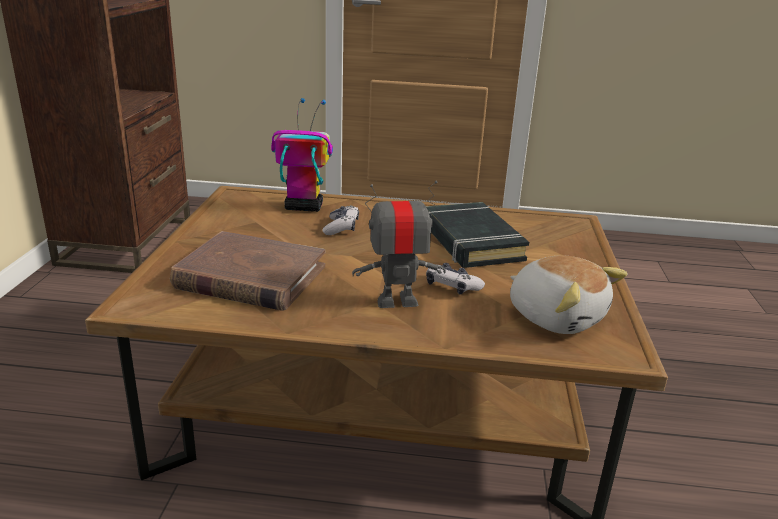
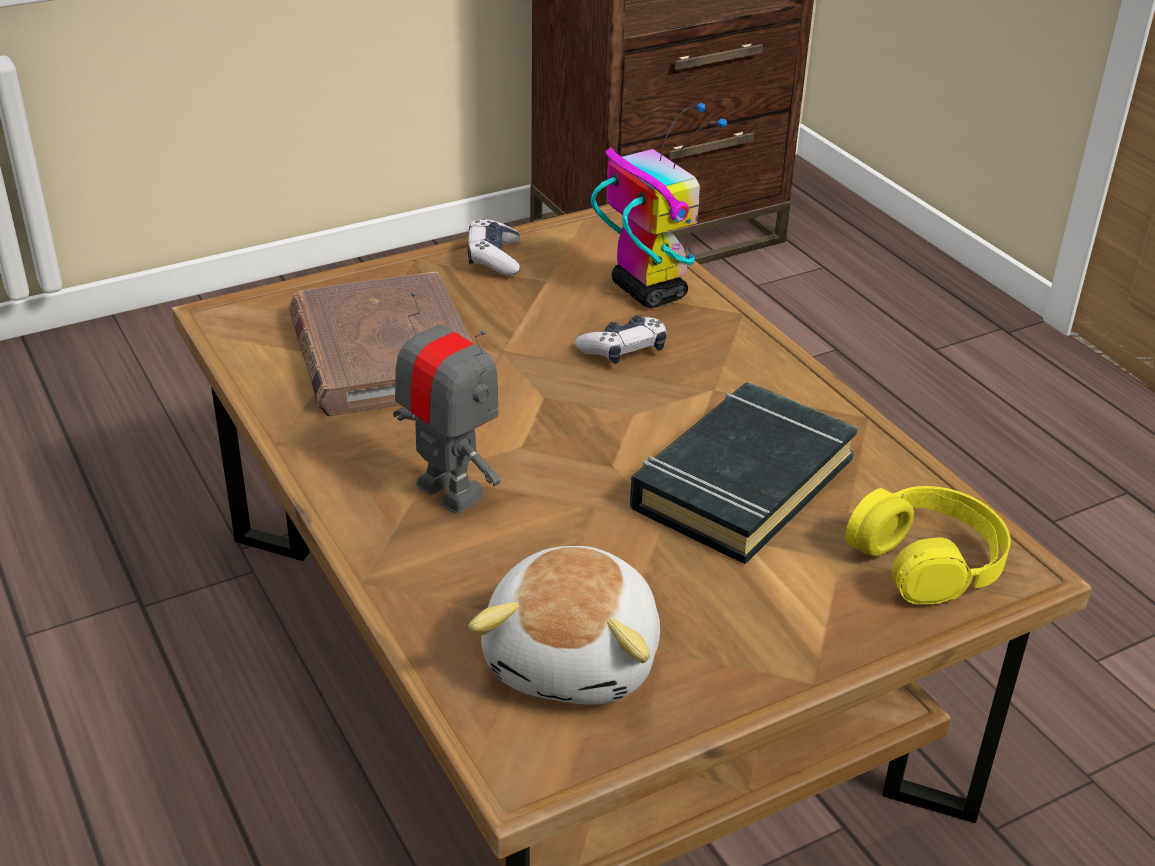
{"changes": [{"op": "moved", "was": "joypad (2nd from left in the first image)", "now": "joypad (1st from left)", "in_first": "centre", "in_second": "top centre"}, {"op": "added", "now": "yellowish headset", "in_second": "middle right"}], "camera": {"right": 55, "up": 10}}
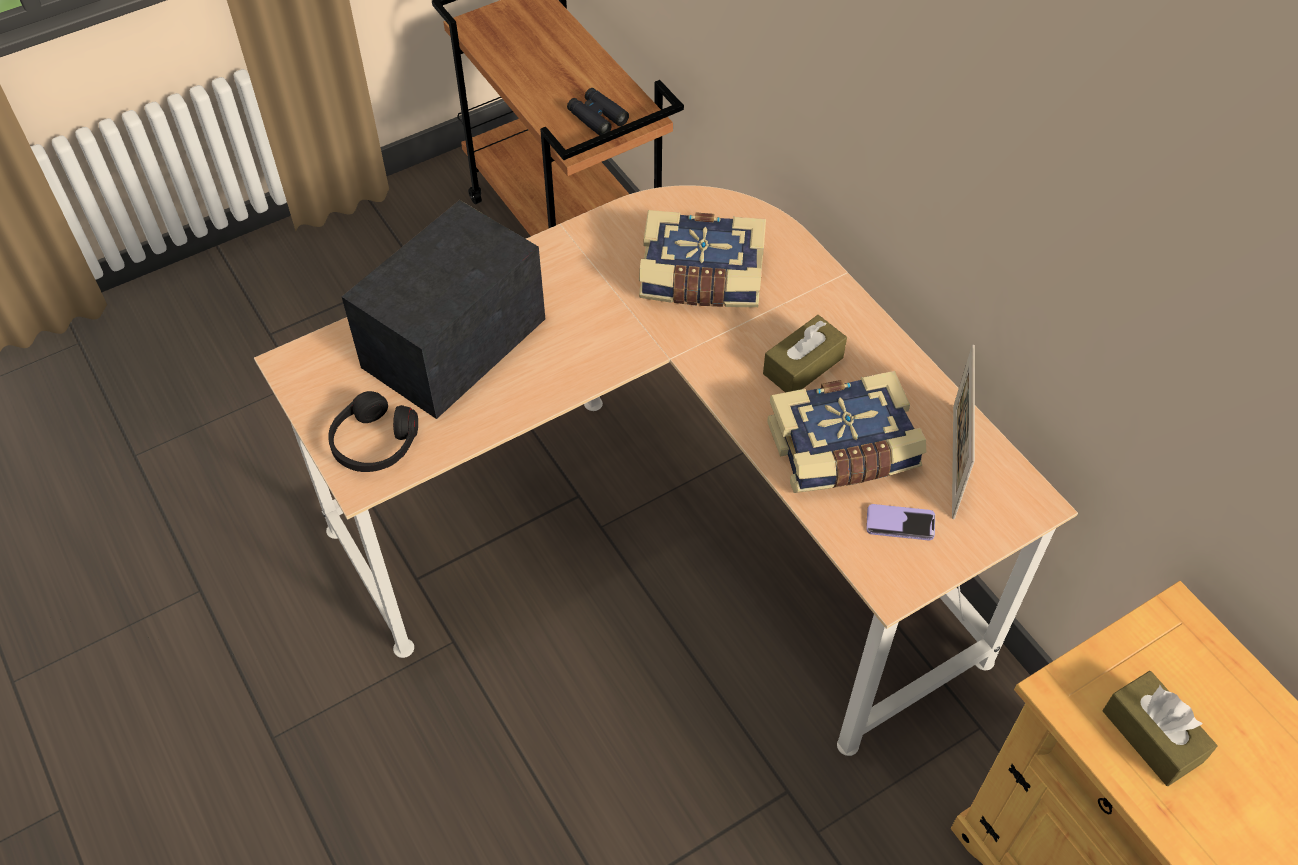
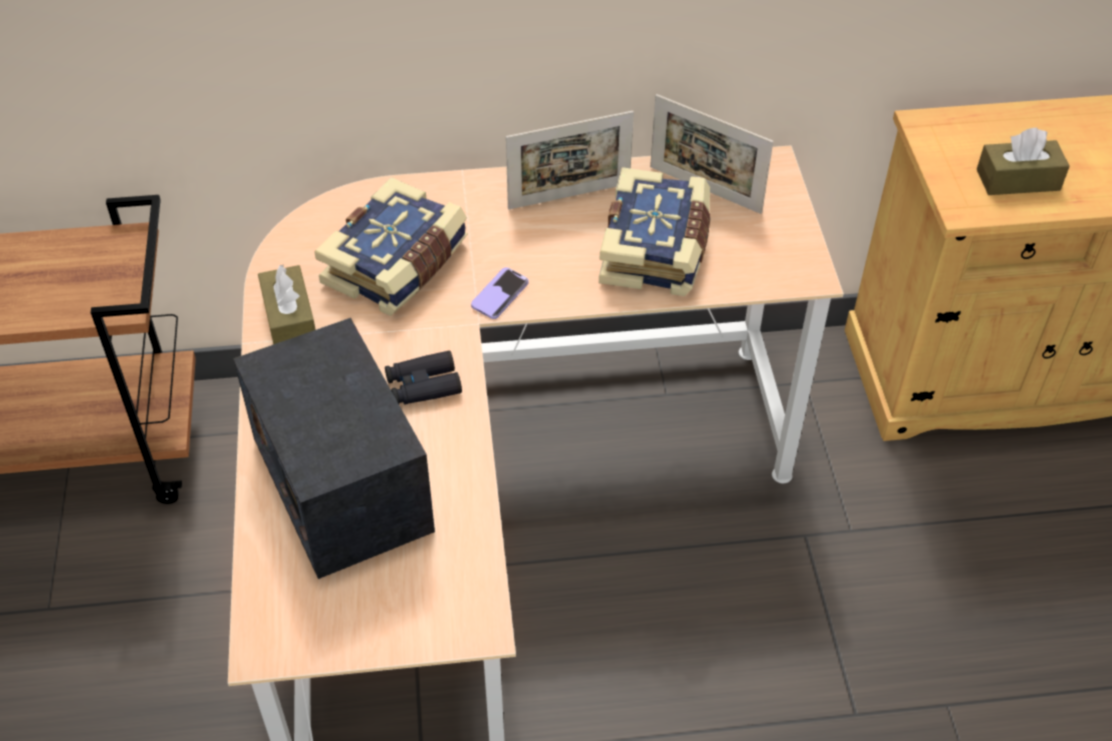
{"changes": [{"op": "removed", "was": "black-coloured headset", "in_first": "middle left"}, {"op": "moved", "was": "black-coloured pair of binoculars", "in_first": "top centre", "in_second": "centre"}, {"op": "moved", "was": "brownish tissue box (1st from left)", "in_first": "centre", "in_second": "middle left"}, {"op": "moved", "was": "handset", "in_first": "middle right", "in_second": "centre"}, {"op": "added", "now": "picture frame (1st from left)", "in_second": "top centre"}], "camera": {"right": -65, "up": -5}}
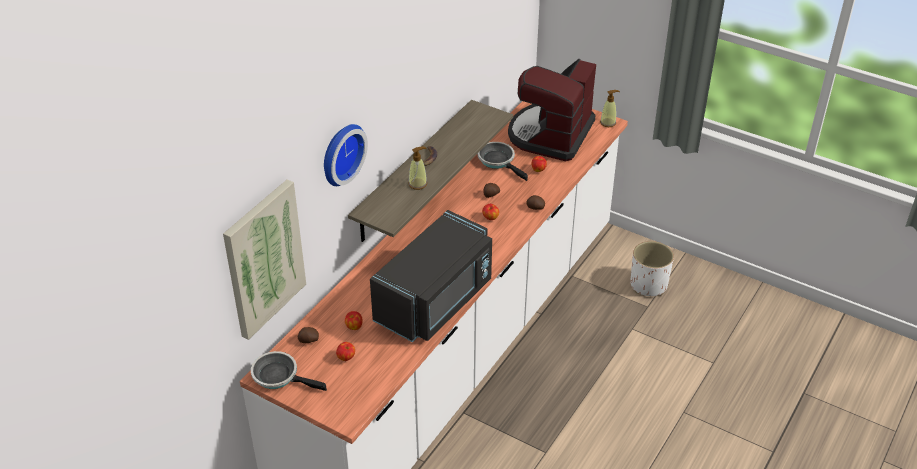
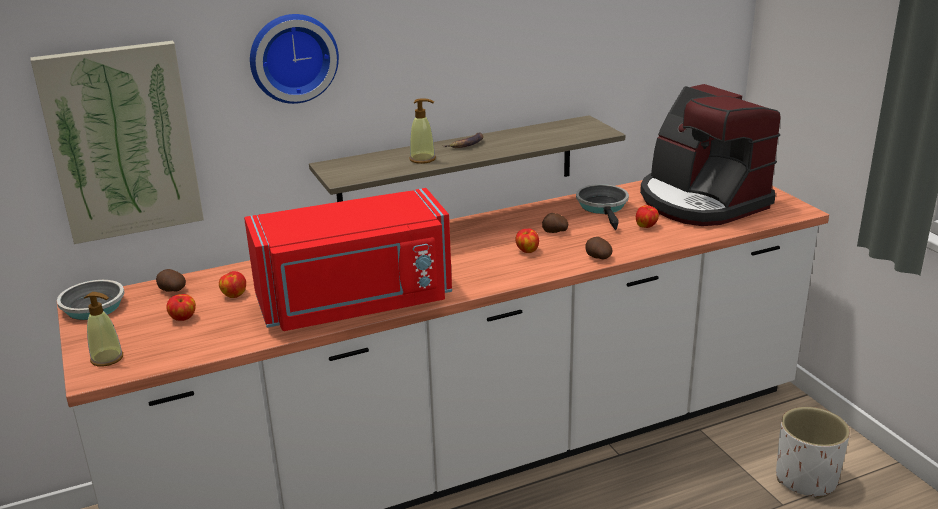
{"changes": [{"op": "recoloured", "was": "black-coloured kitchen microwave", "now": "red kitchen microwave", "in_first": "centre", "in_second": "centre"}, {"op": "turned", "was": "coffee brewer", "in_first": "top centre", "in_second": "top right", "clockwise": -90}, {"op": "moved", "was": "soap bottle (2nd from left in the first image)", "now": "soap bottle (1st from left)", "in_first": "top centre", "in_second": "middle left"}], "camera": {"right": 35, "up": -15}}
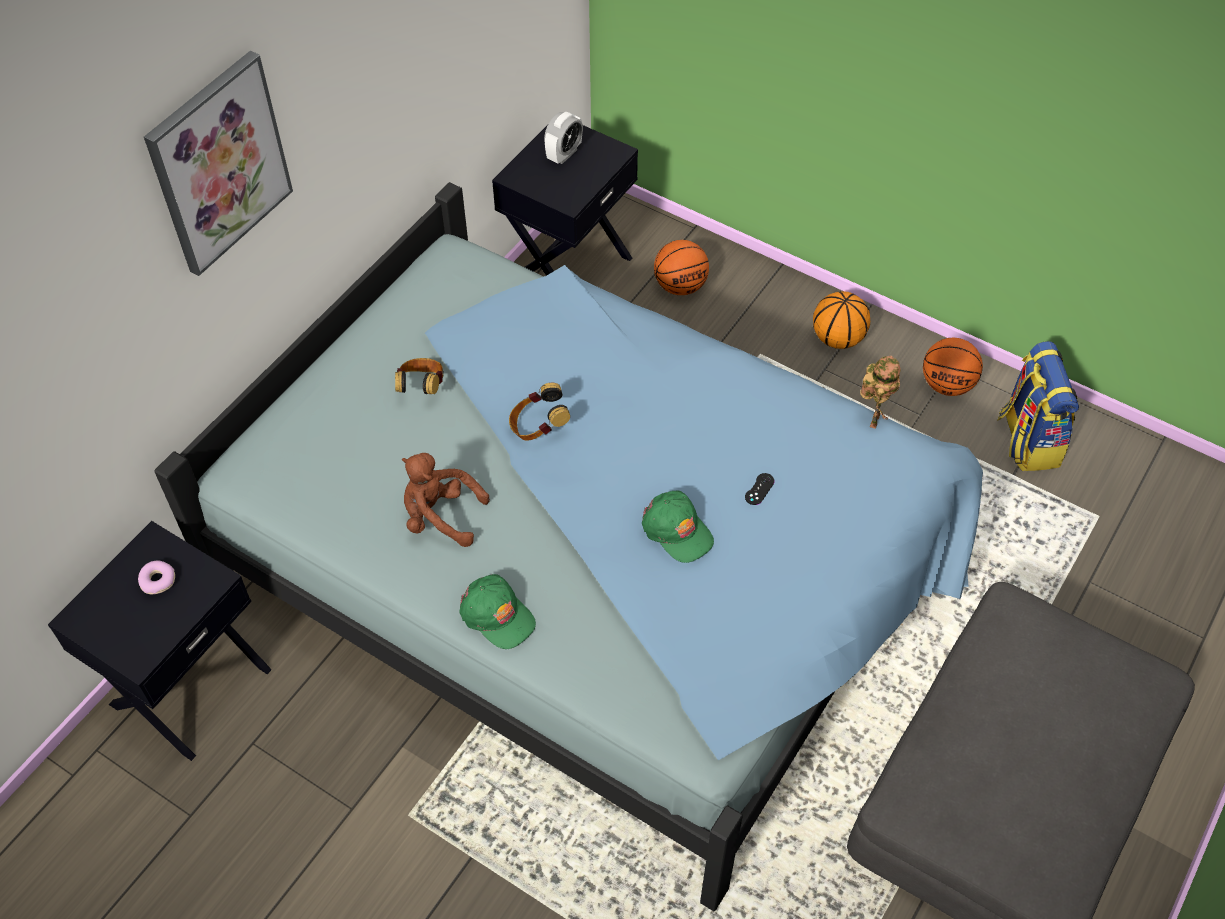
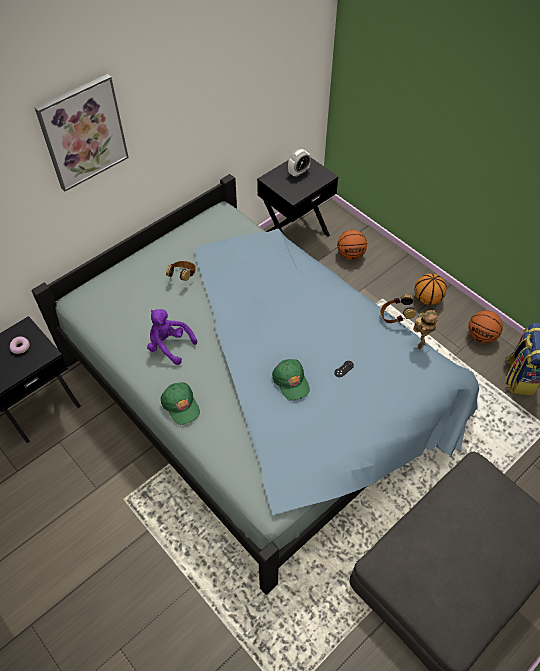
{"changes": [{"op": "recoloured", "was": "brownish cuddly toy", "now": "purple cuddly toy", "in_first": "centre", "in_second": "middle left"}, {"op": "moved", "was": "headset (2nd from left)", "in_first": "centre", "in_second": "middle right"}], "camera": {"right": 15, "up": 0}}
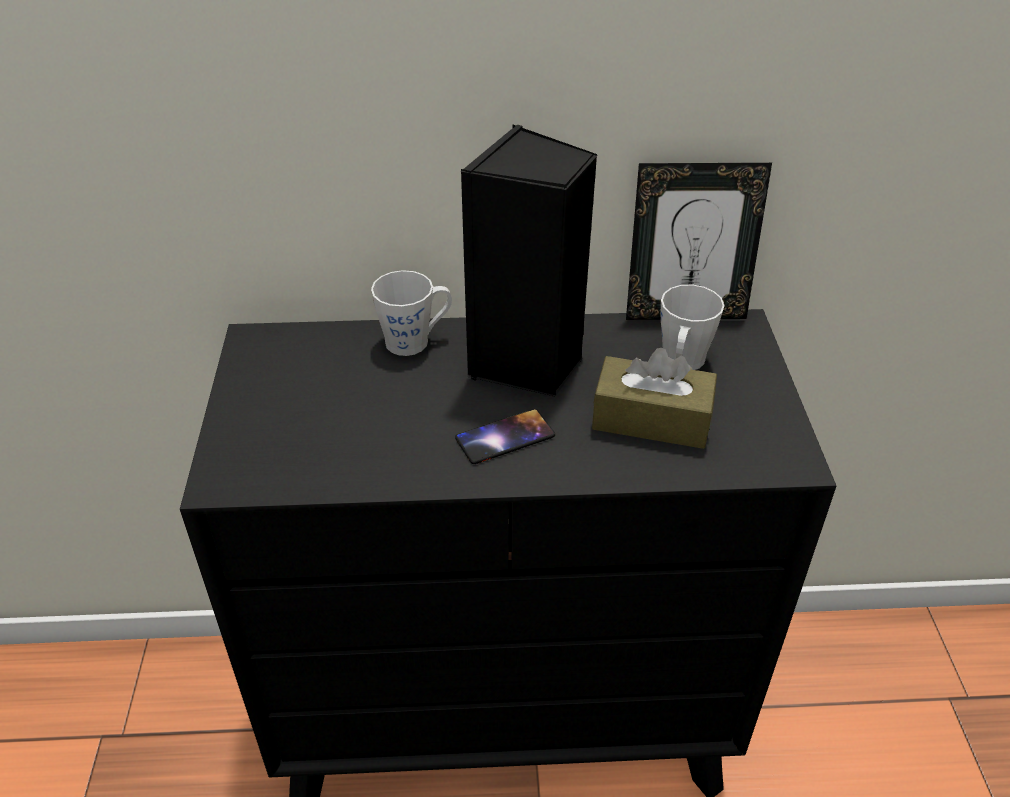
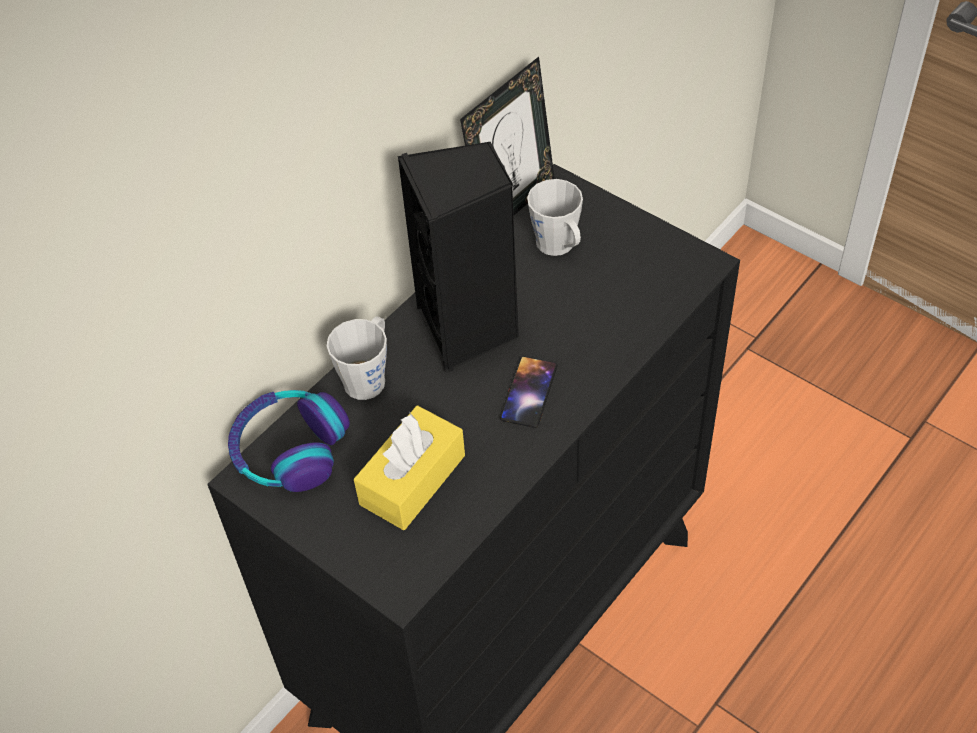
{"changes": [{"op": "removed", "was": "brownish tissue box", "in_first": "centre"}, {"op": "added", "now": "headset", "in_second": "middle left"}, {"op": "added", "now": "yellowish tissue box", "in_second": "centre"}], "camera": {"right": -45, "up": 10}}
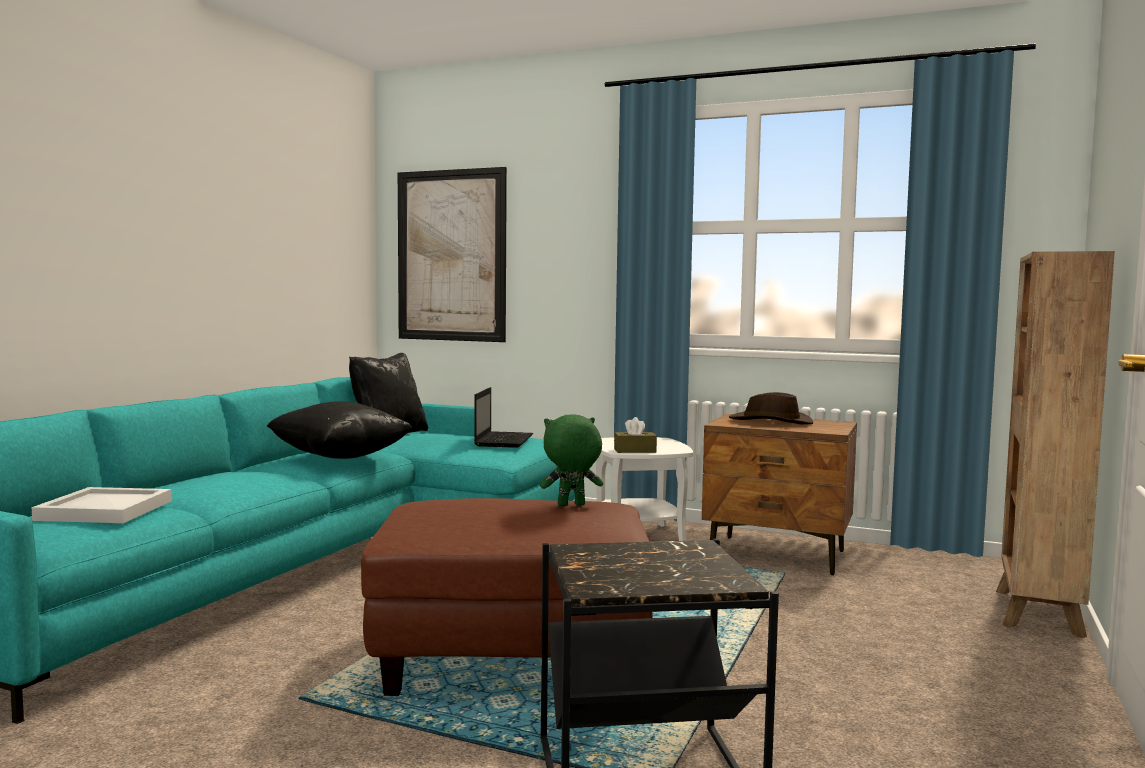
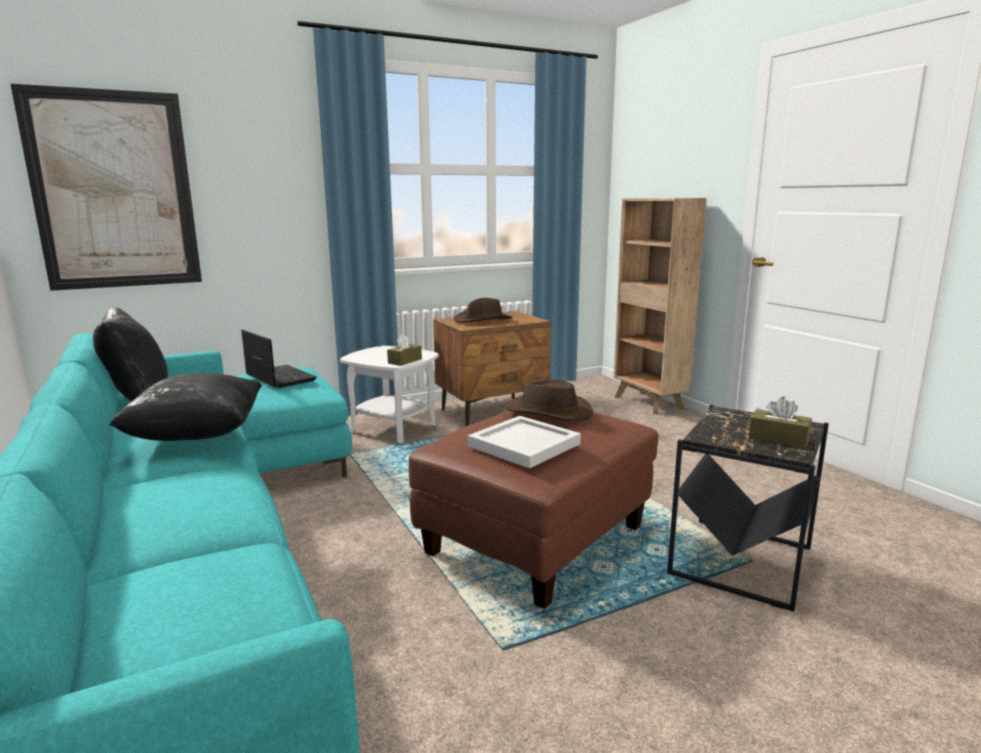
{"changes": [{"op": "moved", "was": "white serving tray", "in_first": "middle left", "in_second": "centre"}, {"op": "replaced", "was": "green-coloured cuddly toy", "now": "brownish wearable hat (2nd from left)", "in_first": "centre", "in_second": "centre"}, {"op": "added", "now": "brownish tissue box (2nd from left)", "in_second": "middle right"}], "camera": {"right": -50, "up": 10}}
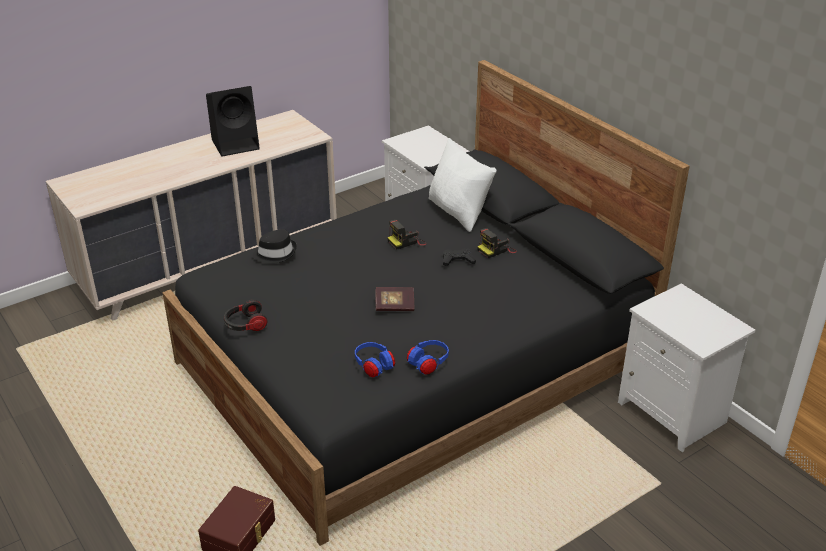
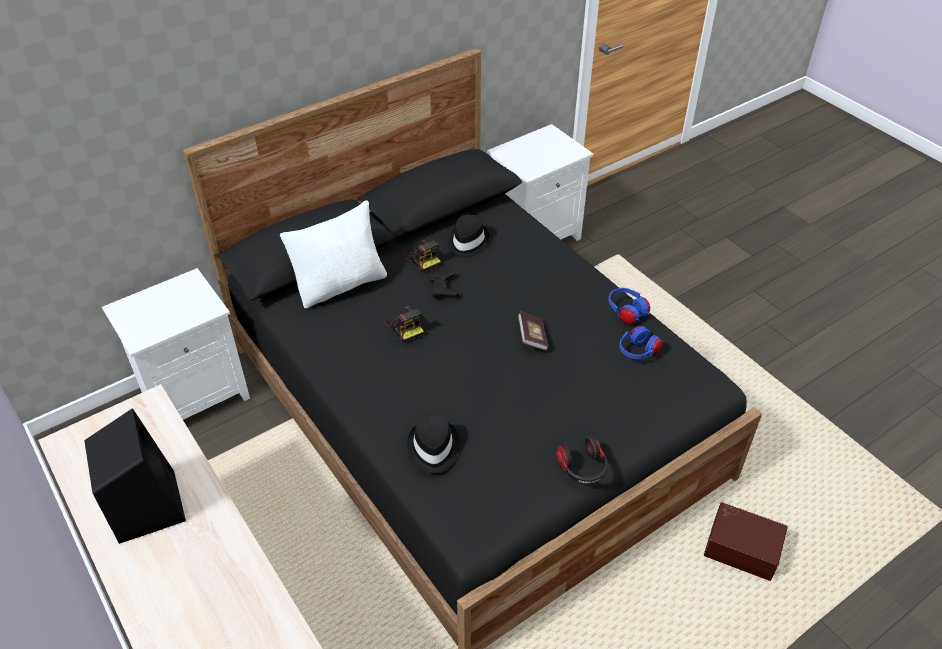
{"changes": [{"op": "added", "now": "black-coloured wearable hat (2nd from left)", "in_second": "centre"}], "camera": {"right": -90, "up": 10}}
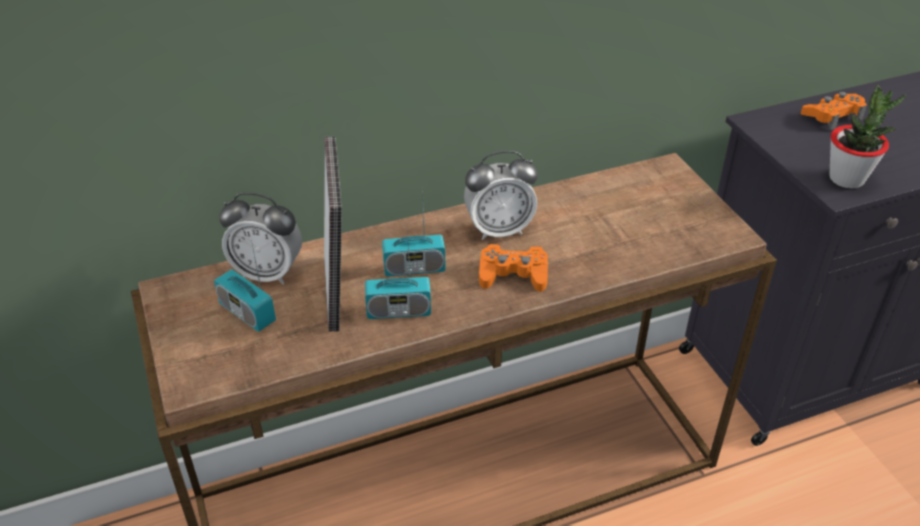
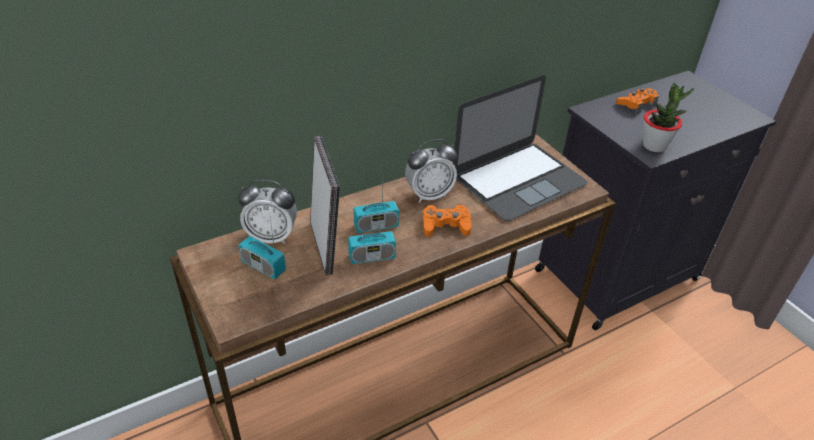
{"changes": [{"op": "added", "now": "notebook computer", "in_second": "centre"}], "camera": {"right": -10, "up": 0}}
